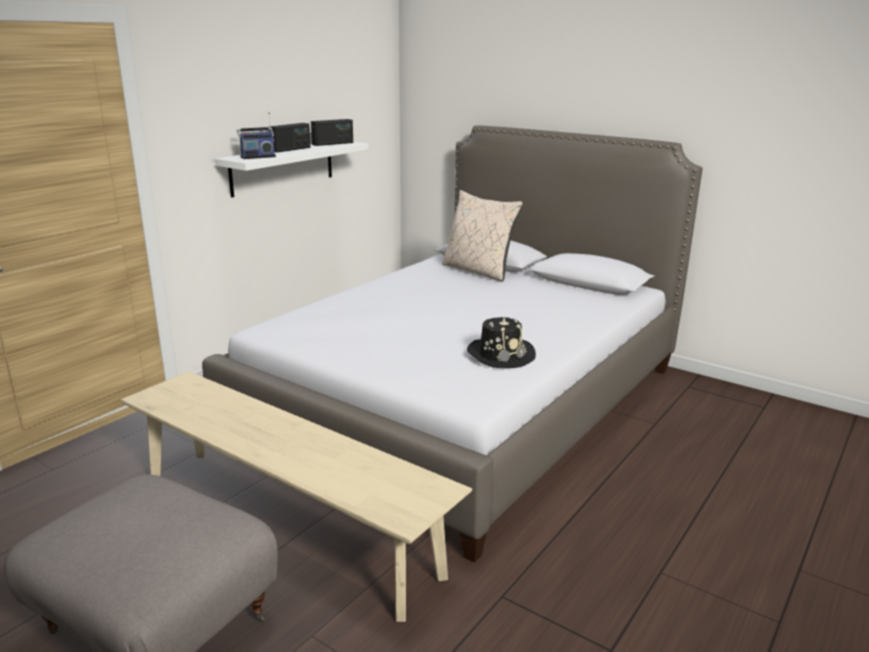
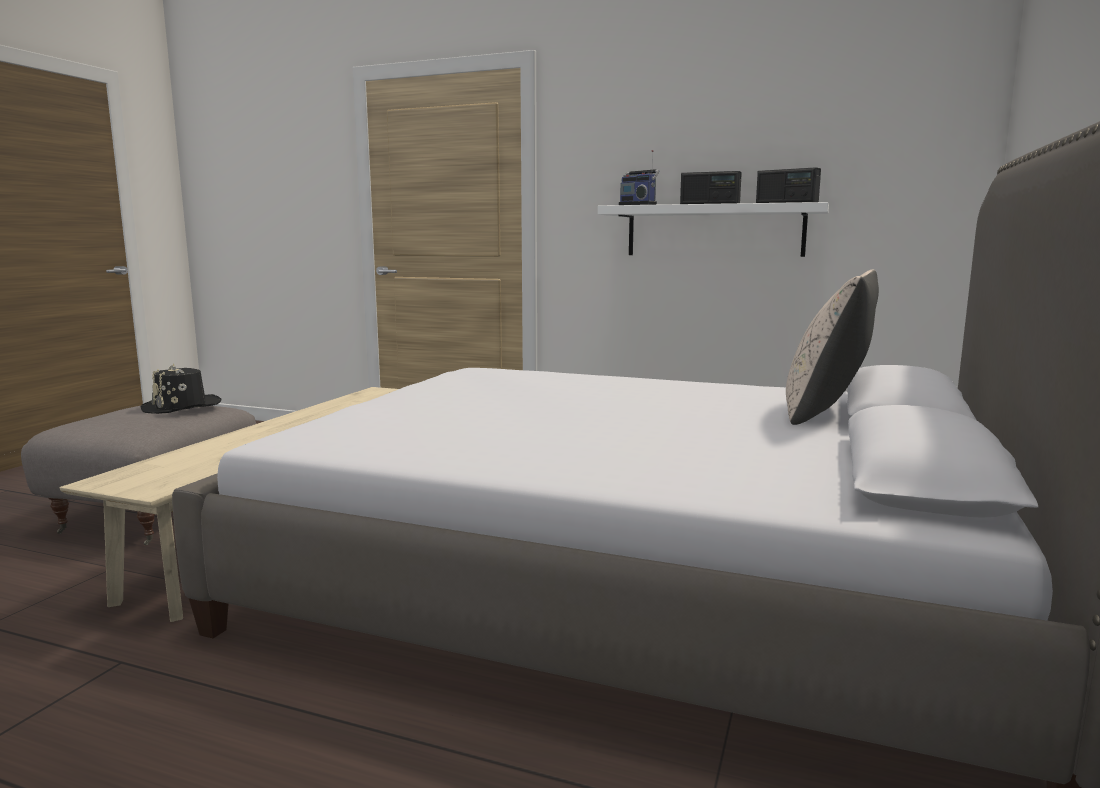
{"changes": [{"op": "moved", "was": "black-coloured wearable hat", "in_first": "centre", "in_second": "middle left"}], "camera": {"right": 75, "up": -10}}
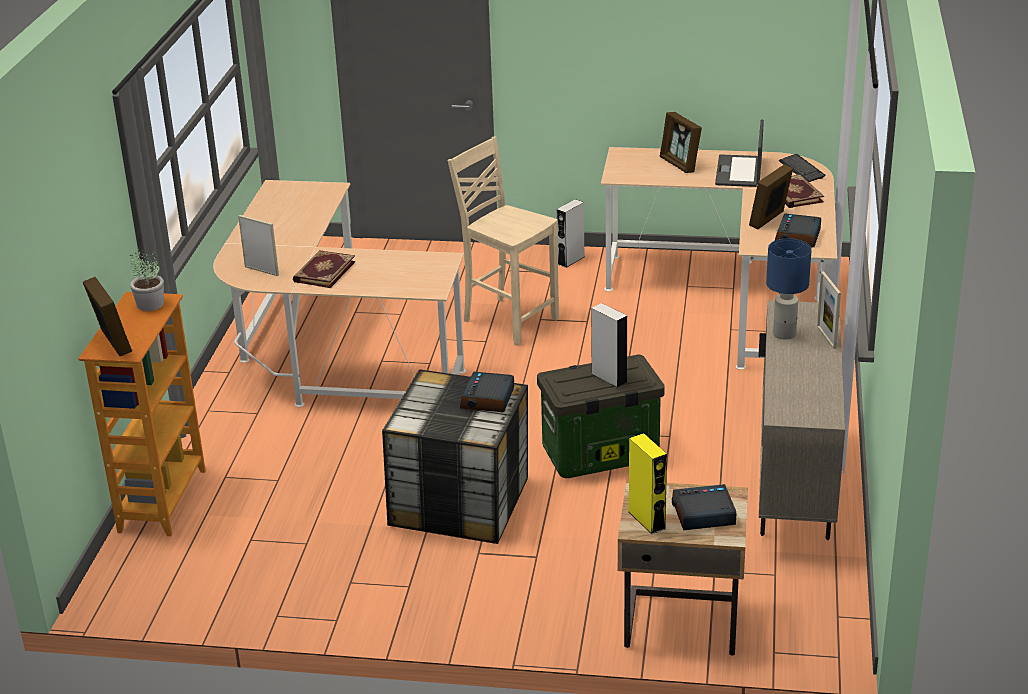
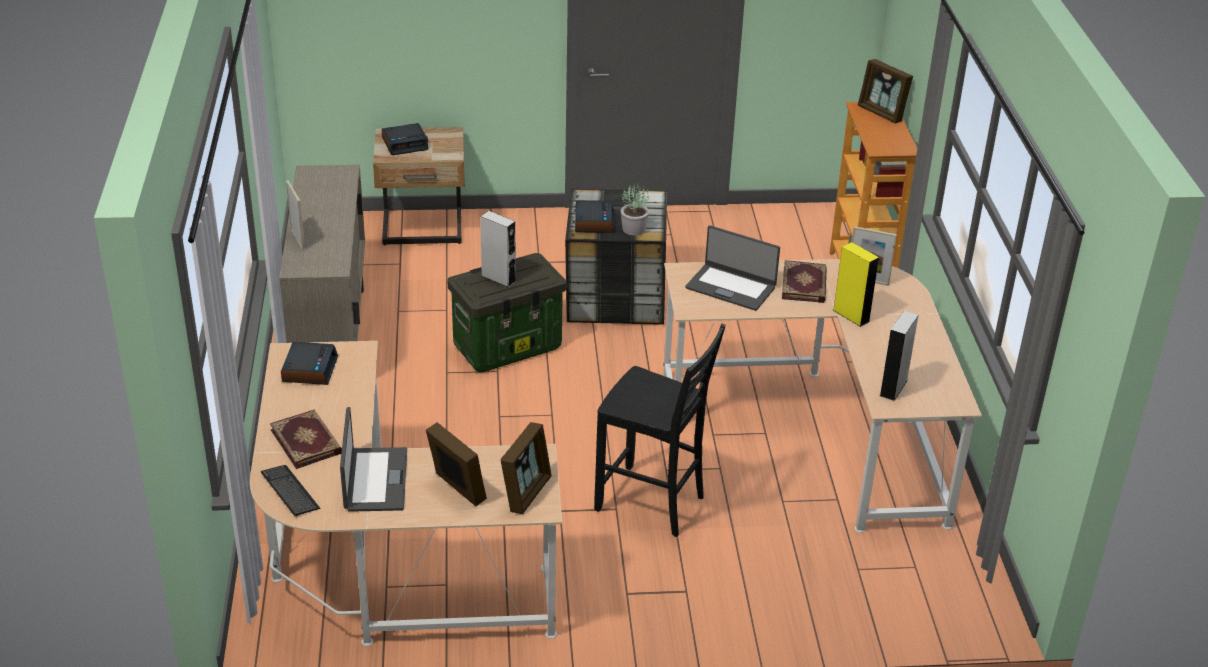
{"changes": [{"op": "moved", "was": "potted plant", "in_first": "middle left", "in_second": "top centre"}, {"op": "recoloured", "was": "beige upright chair", "now": "black-coloured upright chair", "in_first": "centre", "in_second": "centre"}, {"op": "moved", "was": "grey speaker (1st from left in the first image)", "now": "grey speaker (2nd from left)", "in_first": "centre", "in_second": "middle right"}, {"op": "moved", "was": "yellowish speaker", "in_first": "bottom centre", "in_second": "middle right"}, {"op": "moved", "was": "picture frame (4th from left in the first image)", "now": "picture frame (3rd from left)", "in_first": "top right", "in_second": "bottom centre"}, {"op": "removed", "was": "bluish tabletop lamp", "in_first": "middle right"}, {"op": "added", "now": "notebook computer (2nd from left)", "in_second": "centre"}], "camera": {"right": 165, "up": 5}}
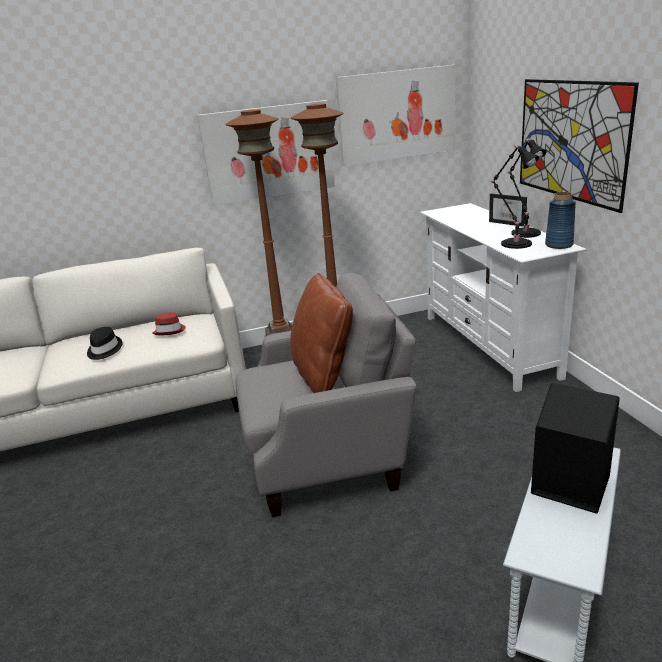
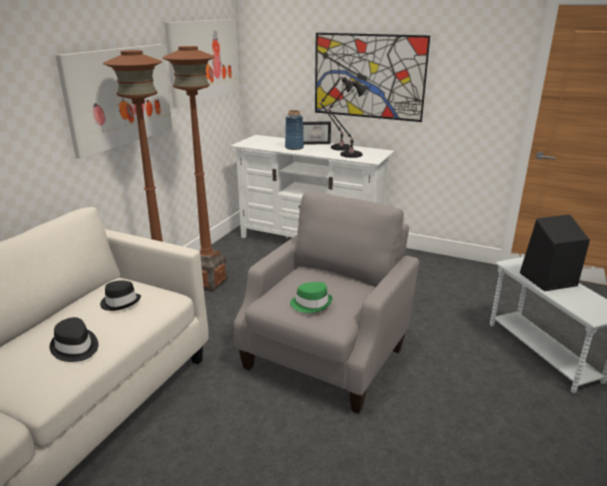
{"changes": [{"op": "recoloured", "was": "red wearable hat", "now": "black-coloured wearable hat (2nd from left)", "in_first": "middle left", "in_second": "middle left"}, {"op": "removed", "was": "brownish cushion", "in_first": "centre"}, {"op": "moved", "was": "bluish decorative vase", "in_first": "top right", "in_second": "top centre"}, {"op": "added", "now": "green-coloured wearable hat", "in_second": "centre"}], "camera": {"right": -50, "up": 0}}
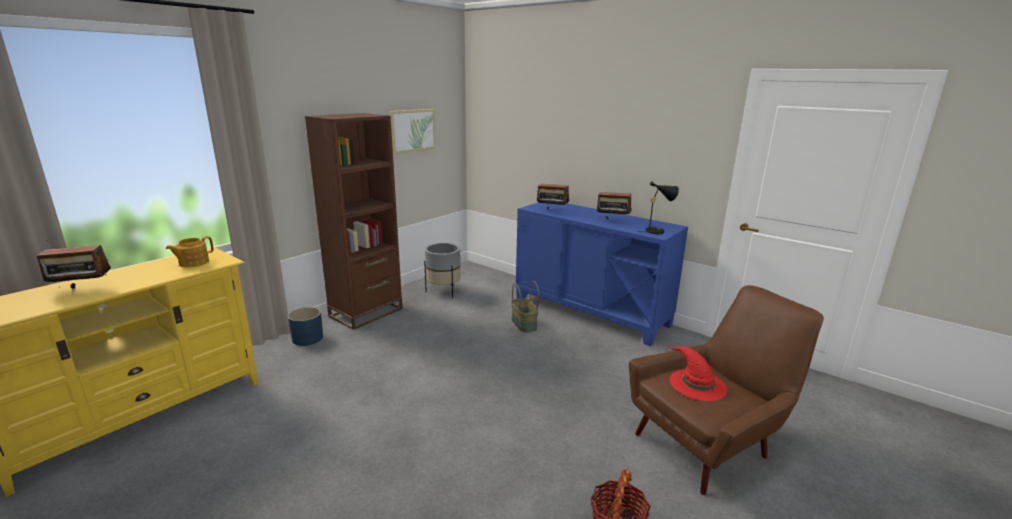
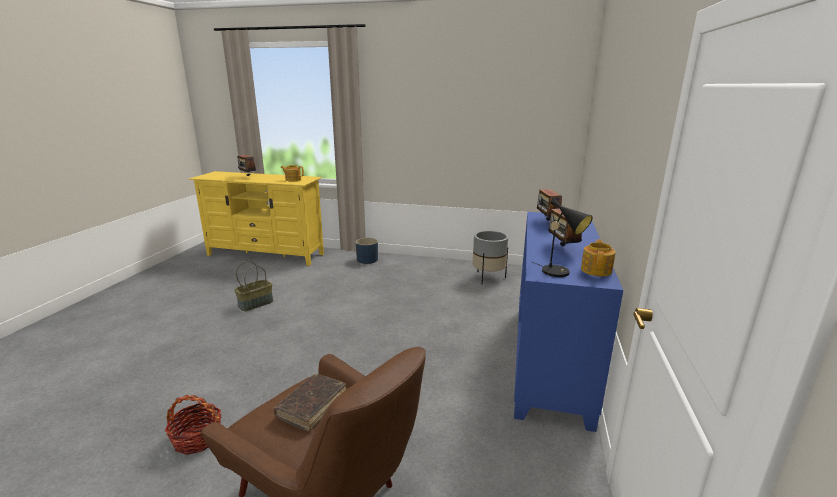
{"changes": [{"op": "removed", "was": "brownish bookcase", "in_first": "centre"}, {"op": "removed", "was": "picture", "in_first": "top centre"}, {"op": "moved", "was": "storage basket (1st from left in the first image)", "now": "storage basket (2nd from left)", "in_first": "centre", "in_second": "middle left"}, {"op": "replaced", "was": "red wearable hat", "now": "brownish book", "in_first": "bottom right", "in_second": "bottom centre"}, {"op": "added", "now": "tea pot (2nd from left)", "in_second": "middle right"}], "camera": {"right": 65, "up": 0}}
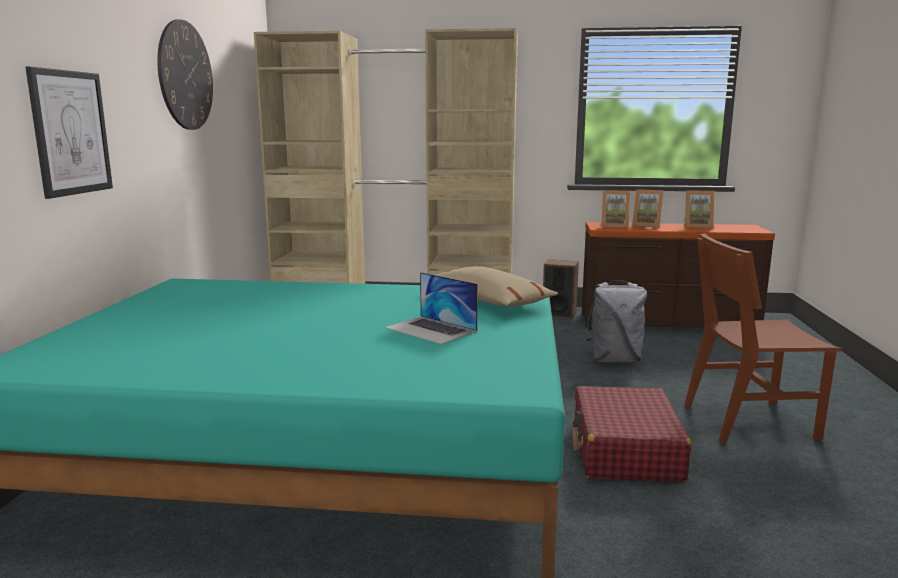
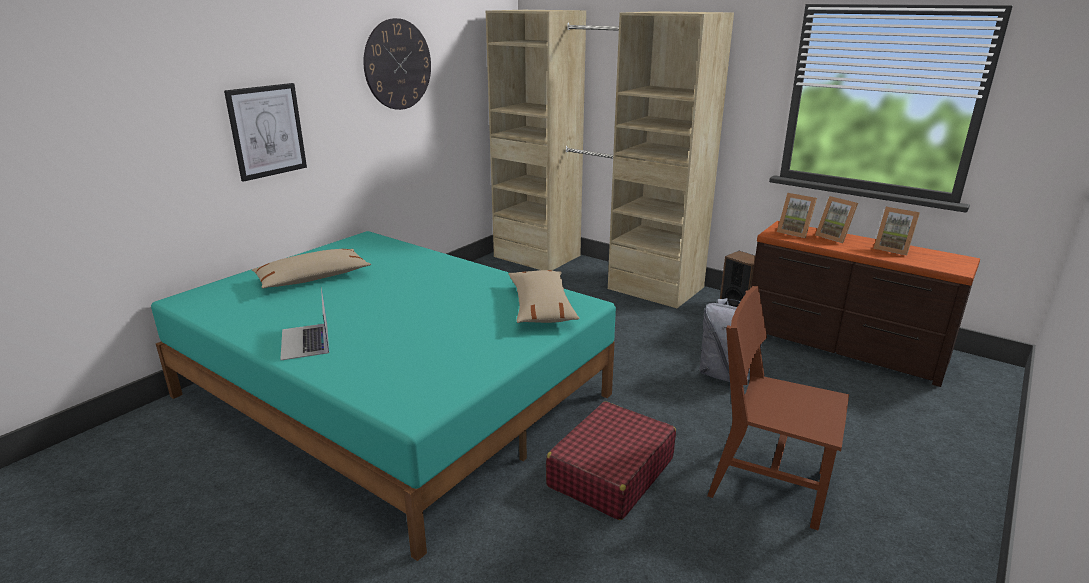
{"changes": [{"op": "moved", "was": "notebook computer", "in_first": "centre", "in_second": "middle left"}, {"op": "added", "now": "beige cushion (1st from left)", "in_second": "middle left"}], "camera": {"right": 30, "up": 10}}
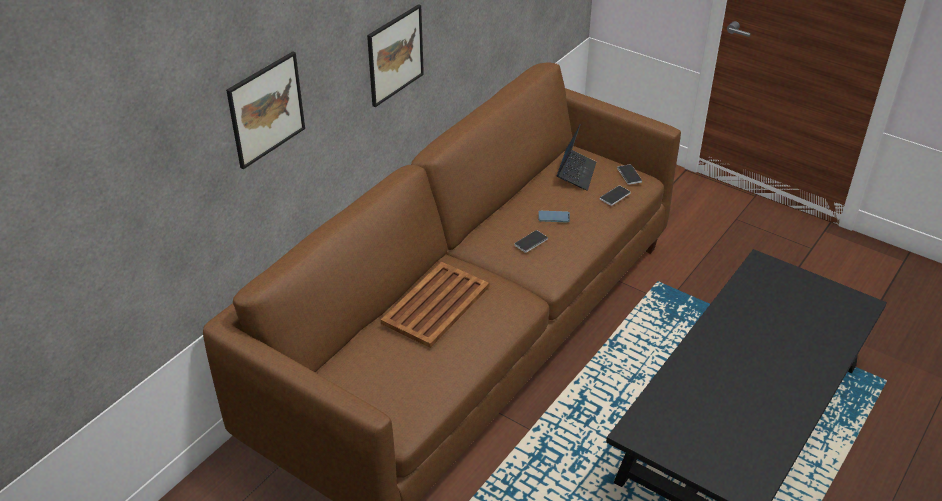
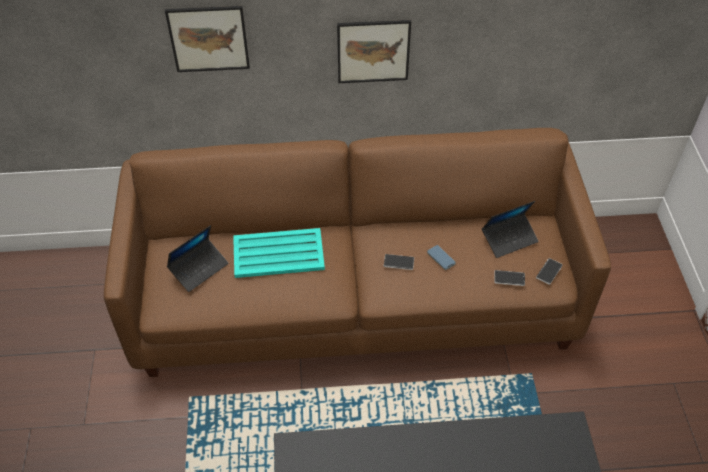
{"changes": [{"op": "recoloured", "was": "brownish serving tray", "now": "blue-green serving tray", "in_first": "centre", "in_second": "centre"}, {"op": "added", "now": "notebook computer (1st from left)", "in_second": "middle left"}], "camera": {"right": 50, "up": 10}}
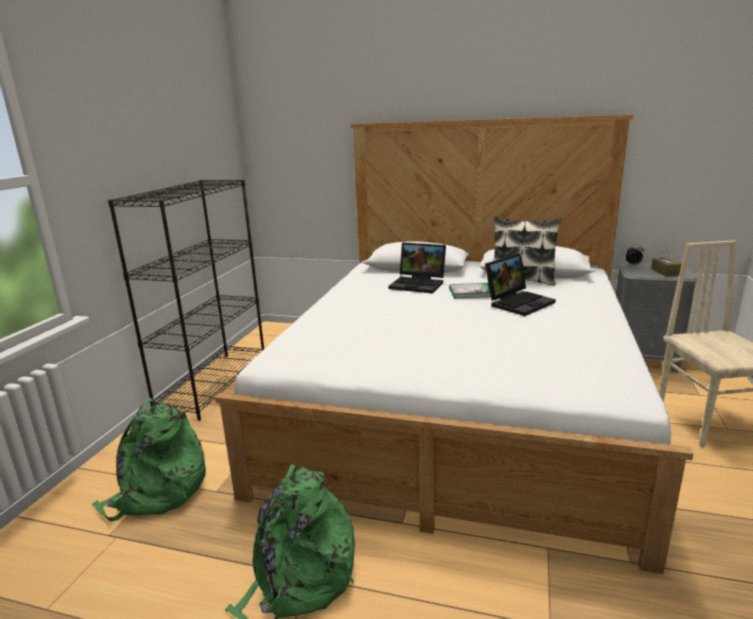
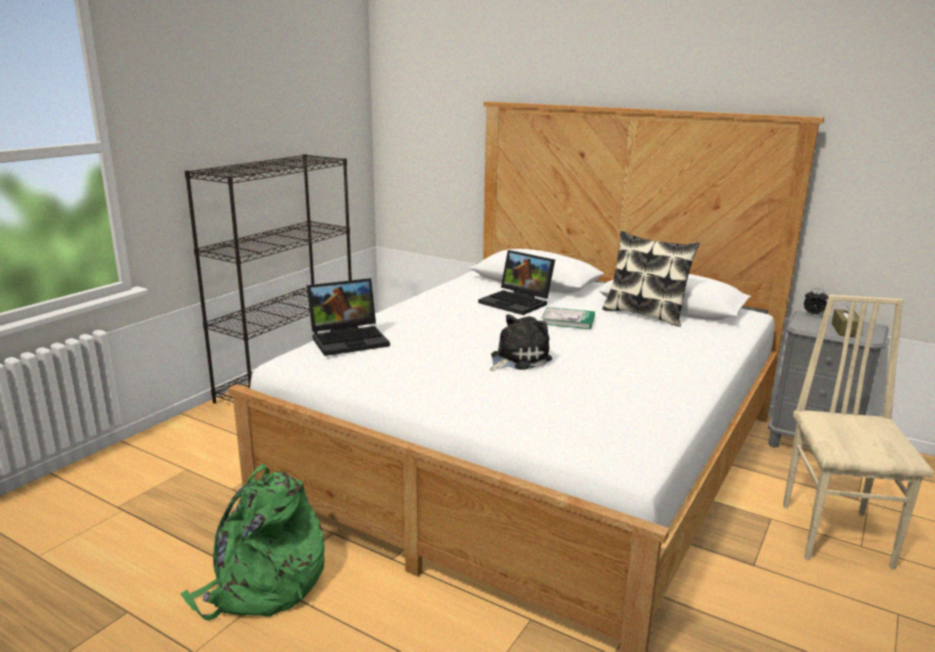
{"changes": [{"op": "removed", "was": "green-coloured knapsack (1st from left)", "in_first": "bottom left"}, {"op": "moved", "was": "notebook computer (2nd from left in the first image)", "now": "notebook computer (1st from left)", "in_first": "middle right", "in_second": "centre"}, {"op": "added", "now": "cuddly toy", "in_second": "centre"}], "camera": {"right": 15, "up": 0}}
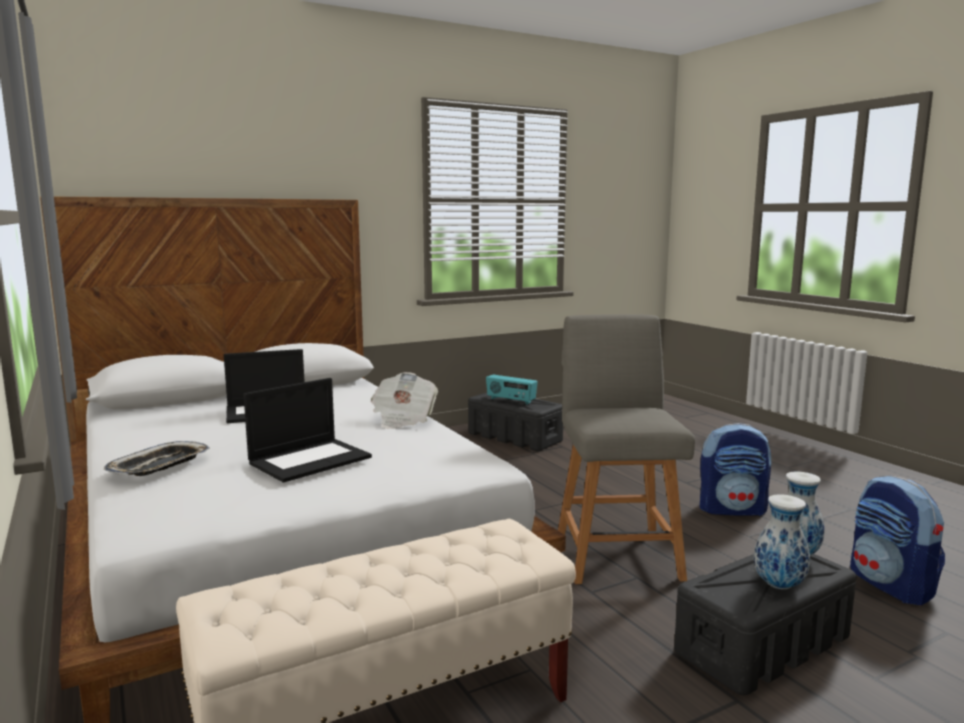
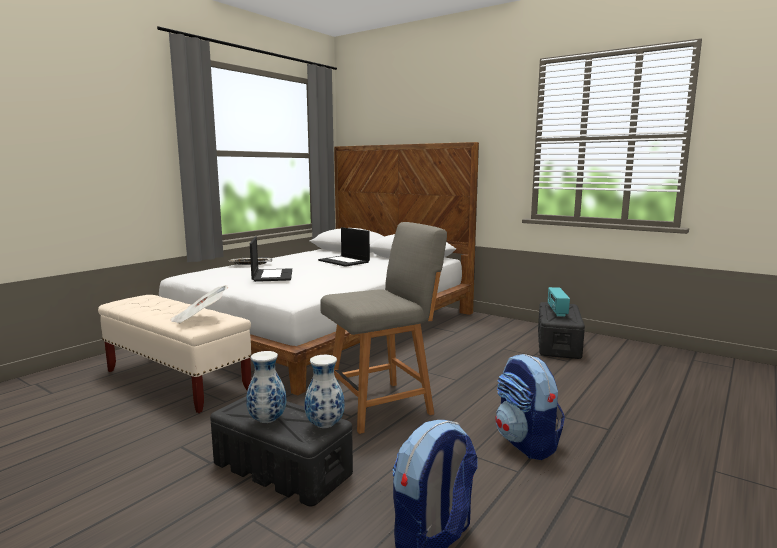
{"changes": [{"op": "turned", "was": "notebook computer (2nd from left in the first image)", "in_first": "middle left", "in_second": "centre", "clockwise": -120}, {"op": "moved", "was": "printed paper", "in_first": "centre", "in_second": "middle left"}], "camera": {"right": 65, "up": 0}}
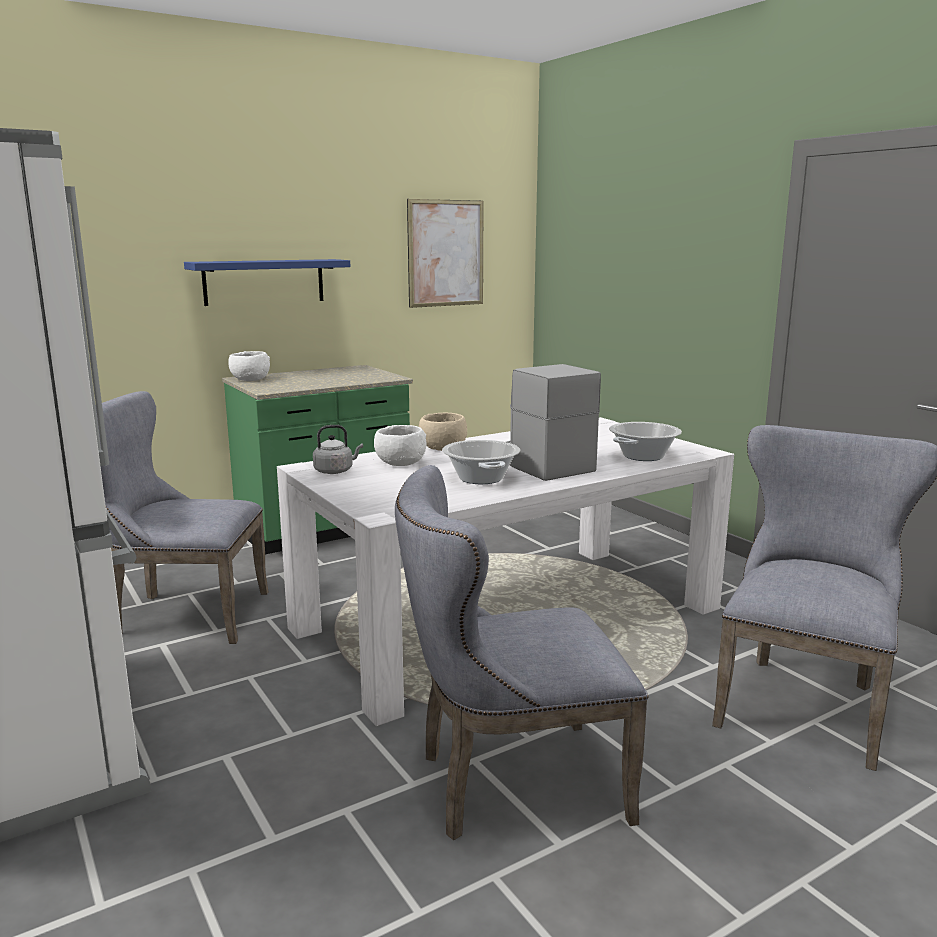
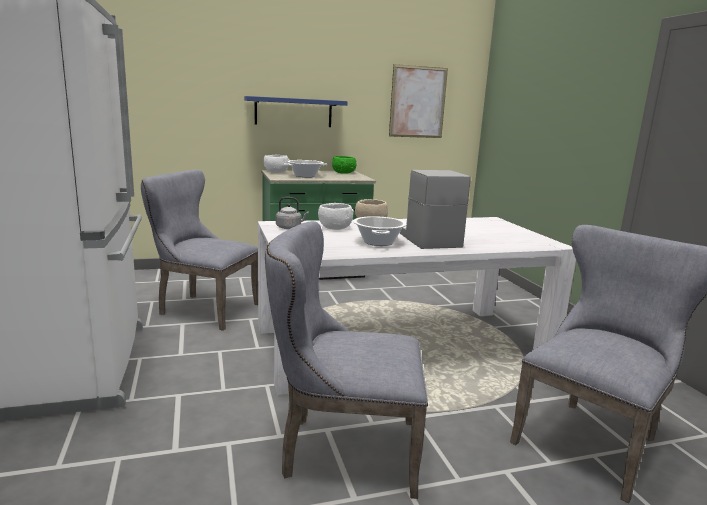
{"changes": [{"op": "moved", "was": "saucepot (2nd from left in the first image)", "now": "saucepot (1st from left)", "in_first": "middle right", "in_second": "centre"}, {"op": "added", "now": "green-coloured serving bowl", "in_second": "top centre"}], "camera": {"right": 15, "up": 0}}
